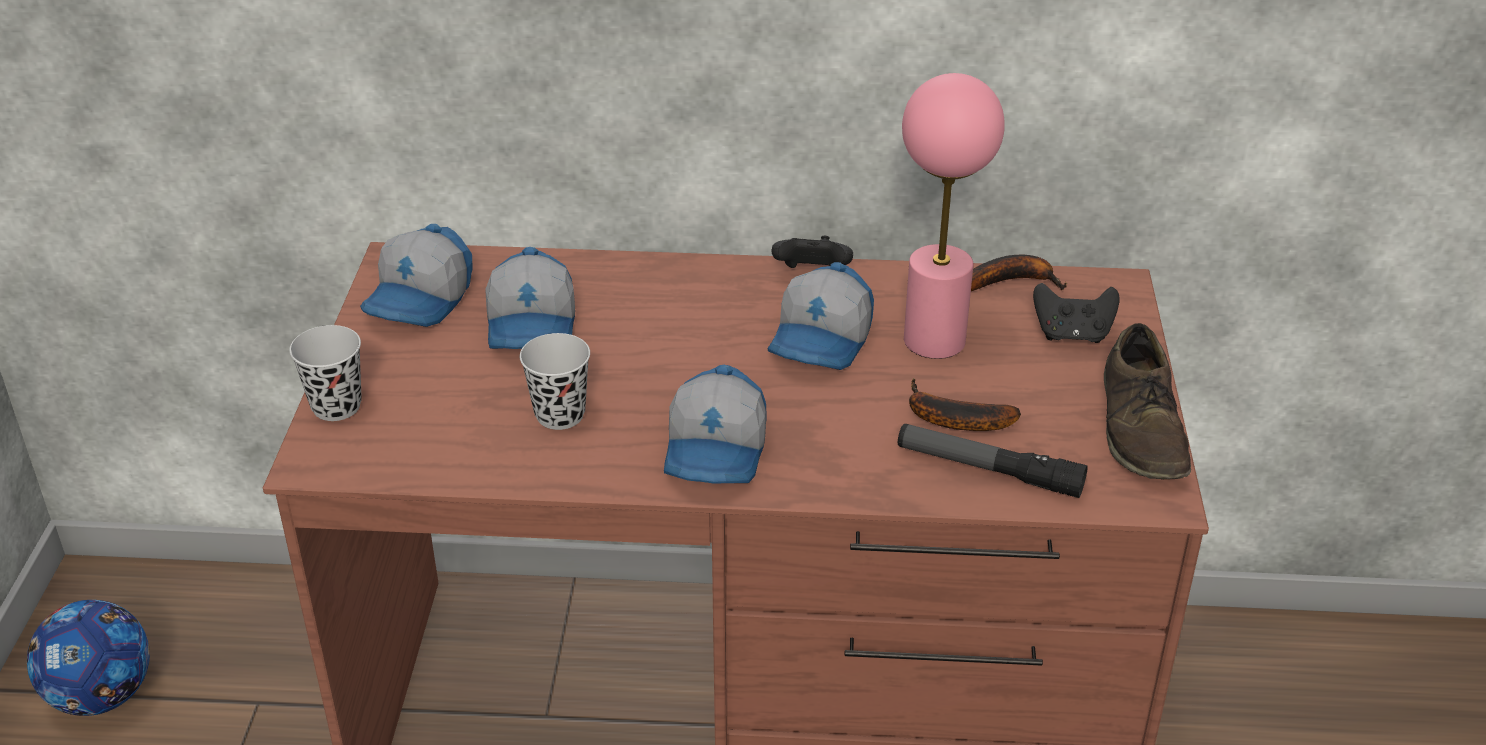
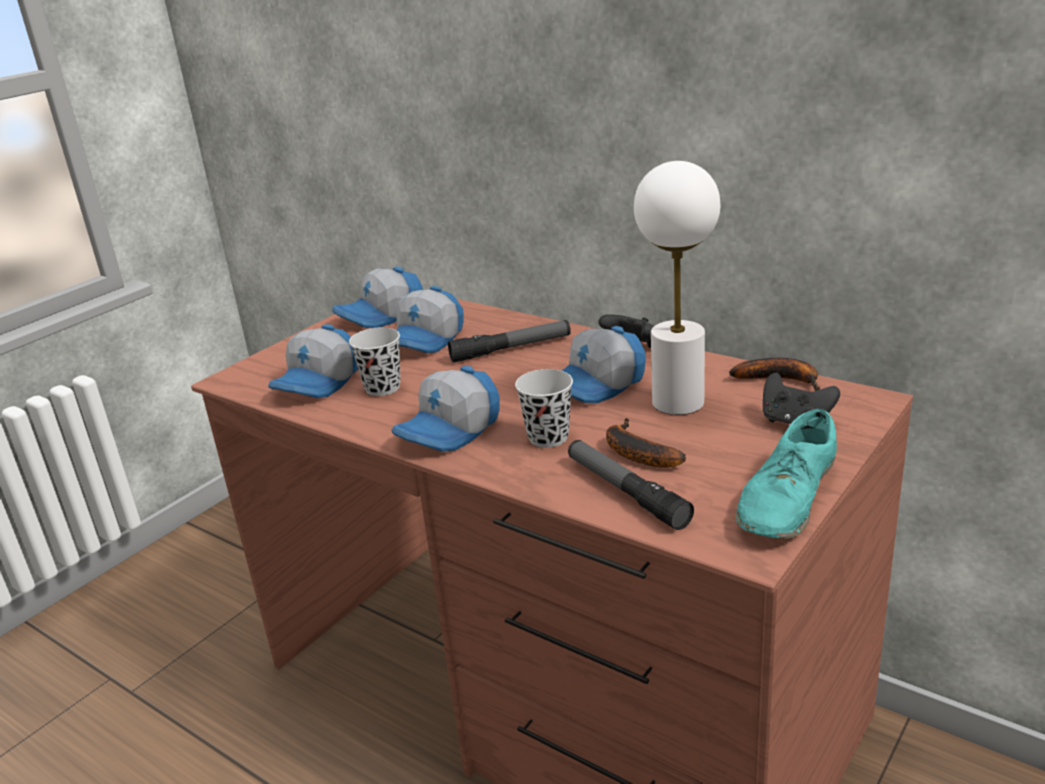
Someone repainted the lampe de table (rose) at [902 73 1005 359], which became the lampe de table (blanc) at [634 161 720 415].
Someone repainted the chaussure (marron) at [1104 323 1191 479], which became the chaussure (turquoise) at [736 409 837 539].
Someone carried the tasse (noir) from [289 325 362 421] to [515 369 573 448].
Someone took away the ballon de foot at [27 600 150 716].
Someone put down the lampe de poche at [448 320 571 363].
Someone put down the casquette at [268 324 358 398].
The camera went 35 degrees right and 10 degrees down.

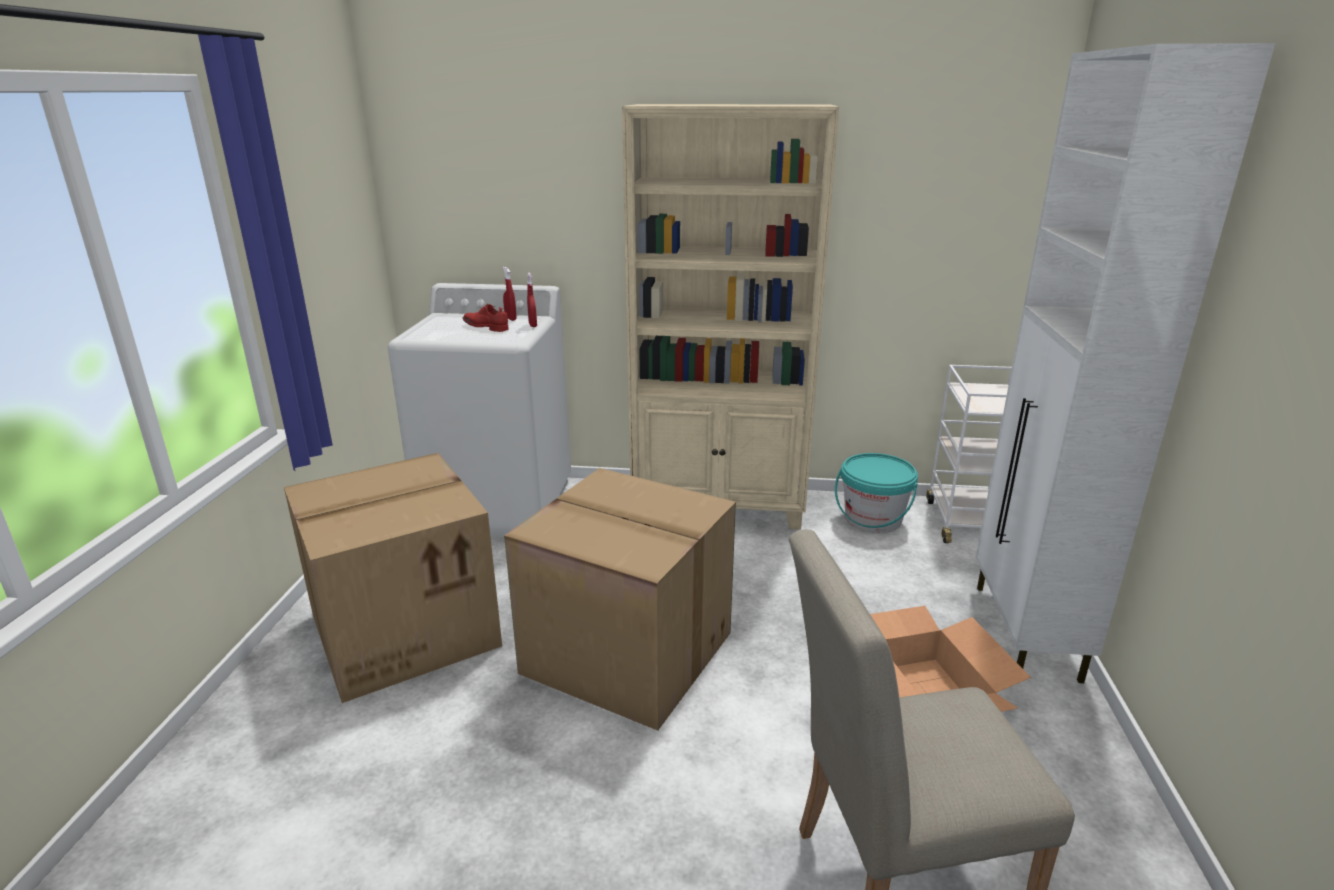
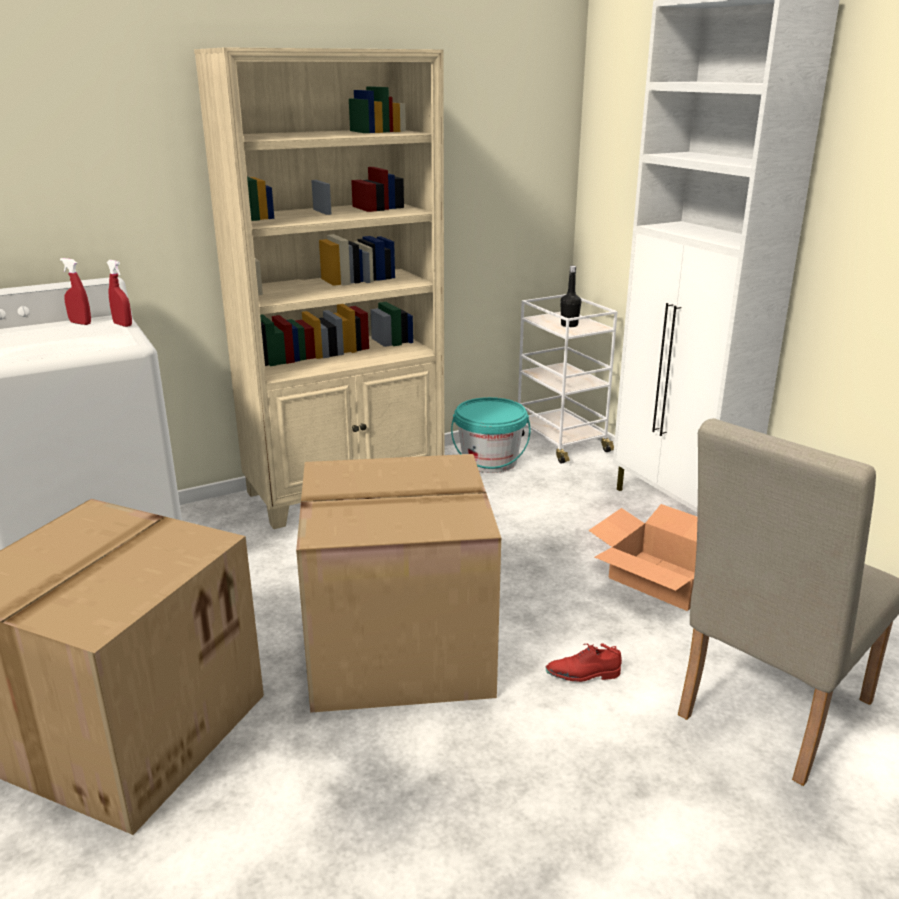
Someone carried the chaussure (rouge) from [463 304 509 332] to [546 643 622 682].
Someone put down the bouteille (noir) at [560 266 581 327].
The camera went 35 degrees left and 0 degrees up.

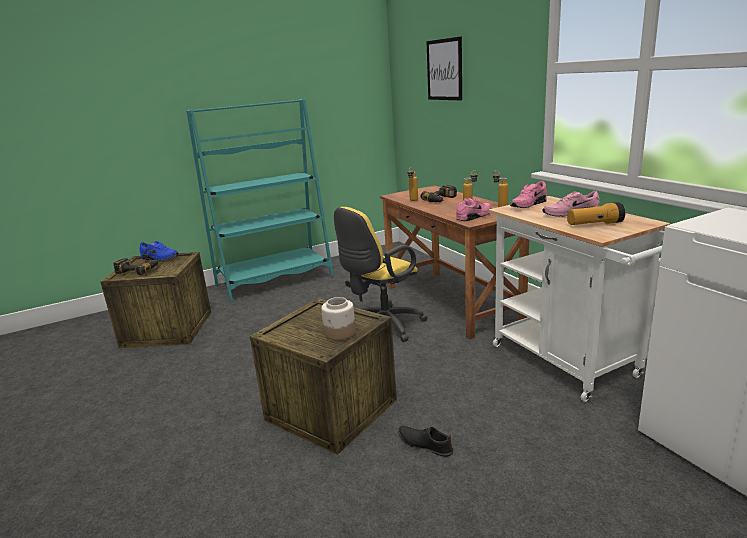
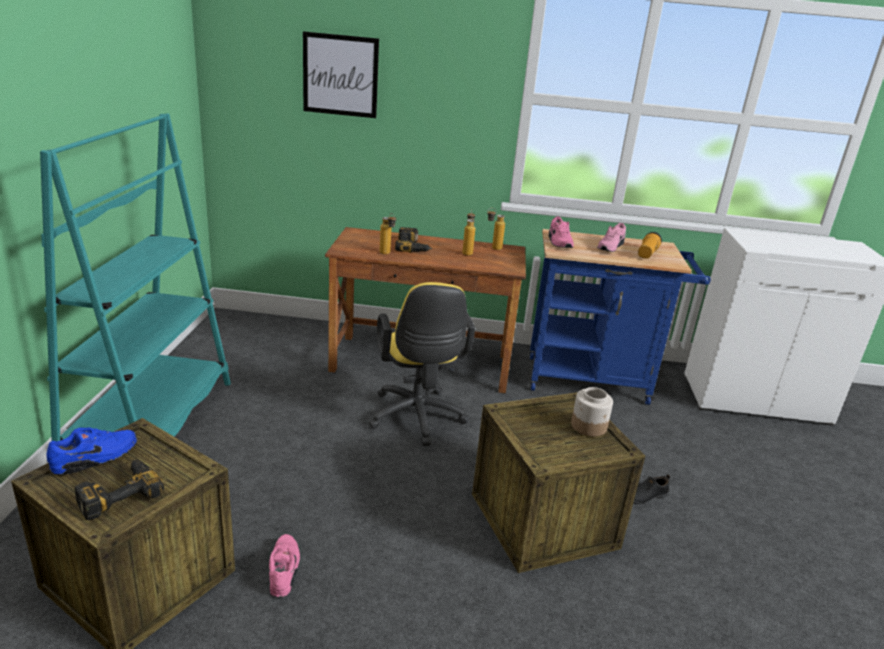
Someone repainted the chariot (blanc) at [488 196 671 402], which became the chariot (bleu) at [529 229 711 405].
Someone carried the chaussure (rose) from [456 198 492 221] to [269 534 300 597].
The camera went 60 degrees left and 5 degrees up.

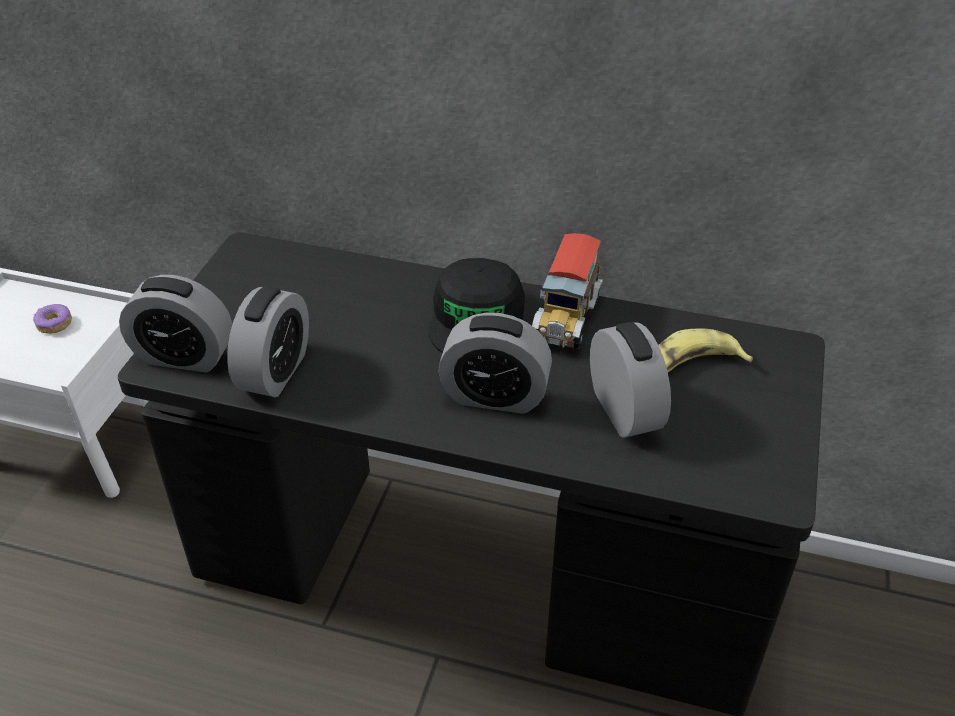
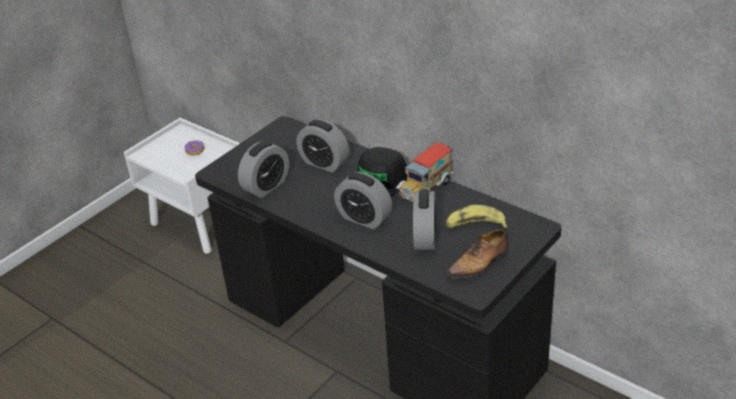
Someone carried the réveil from [119 275 233 373] to [296 119 349 172].
Someone put down the chaussure at [447 229 508 278].
The camera went 25 degrees right and 5 degrees down.

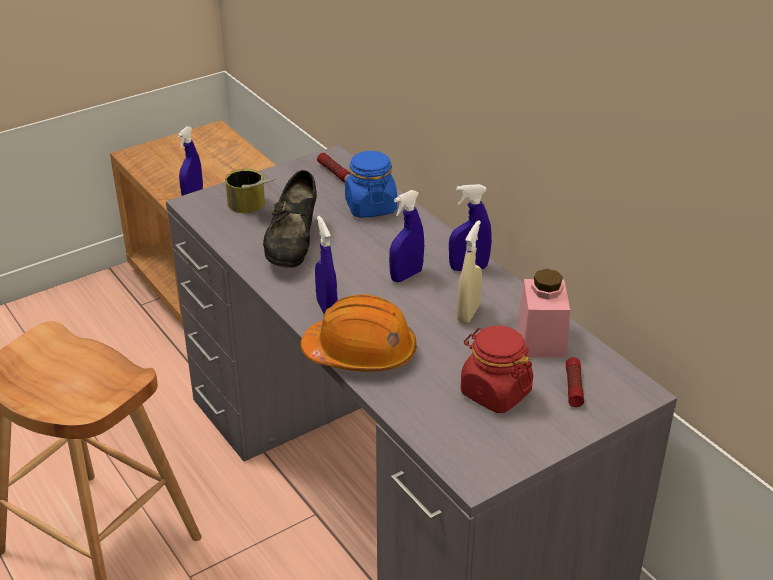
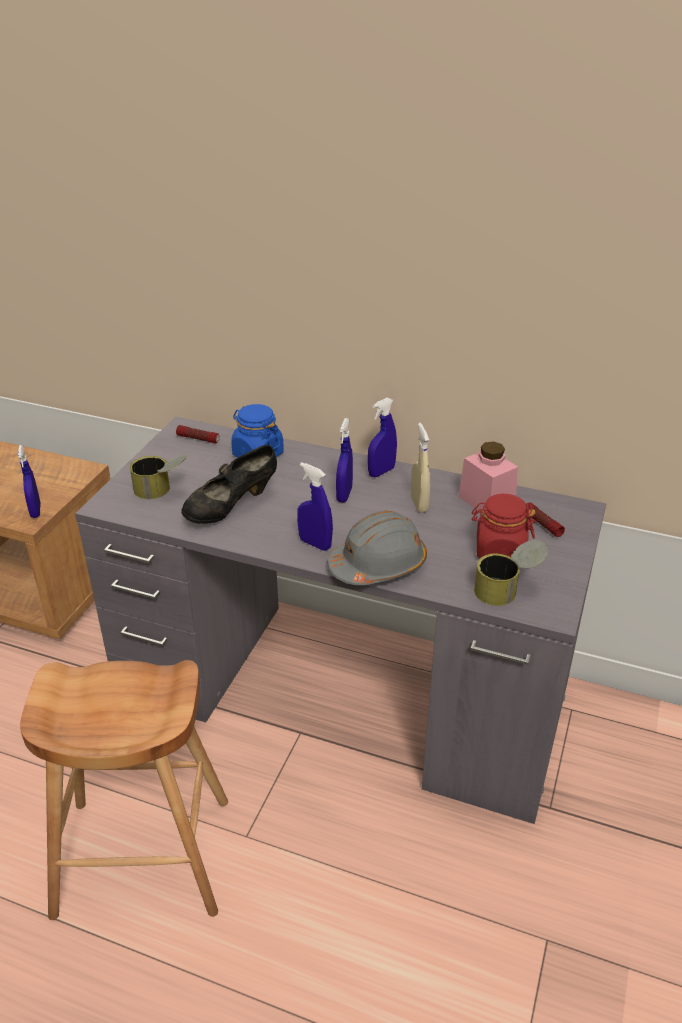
Someone rotated the chaussure (noir) at [263 170 317 268] by 75 degrees clockwise.
Someone repainted the casque de chantier (orange) at [301 294 417 371], which became the casque de chantier (gris) at [328 511 427 585].
Someone put down the boîte métallique at [474 540 548 606].
The camera went 35 degrees left and 0 degrees up.

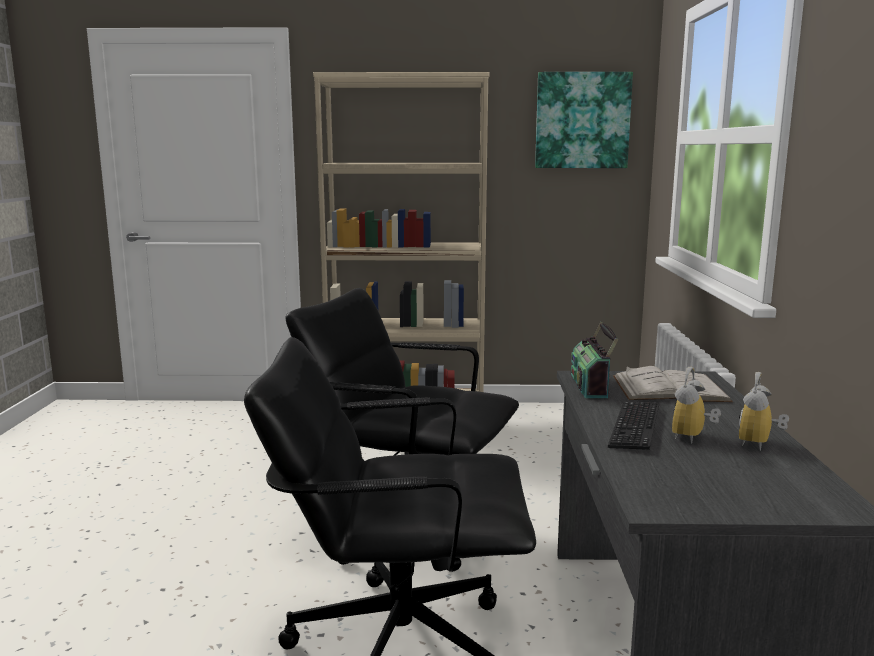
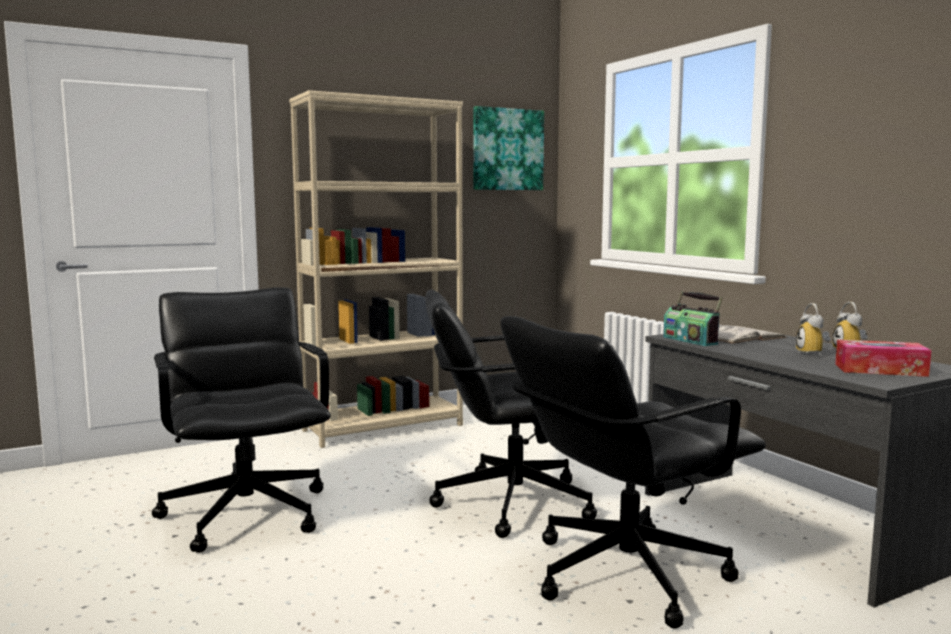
Someone took away the clavier at [608 402 659 450].
Someone put down the chaise de bureau (noir) at [152 287 331 553].
Someone put down the boîte à mouchoirs at [835 340 931 377].
The camera went 30 degrees left and 5 degrees down.

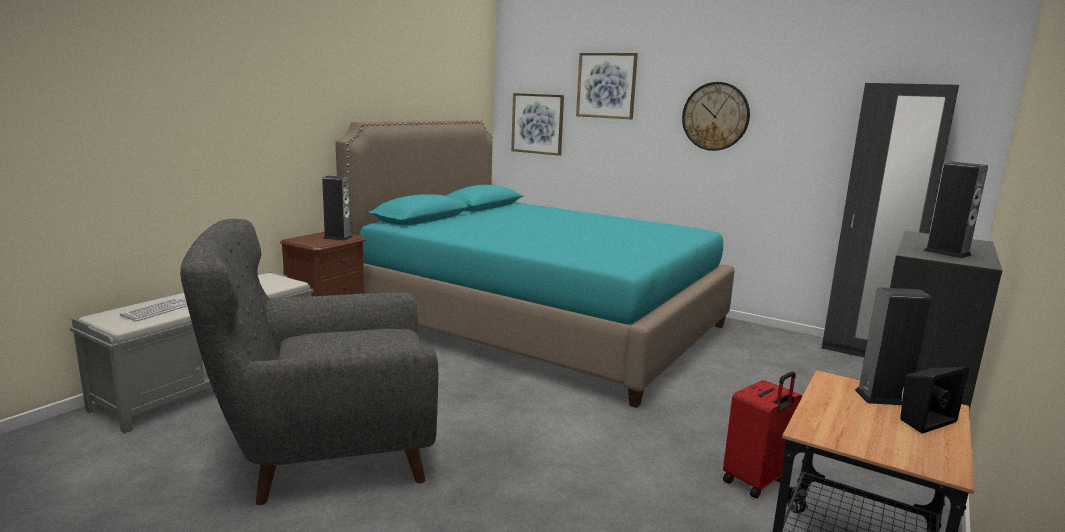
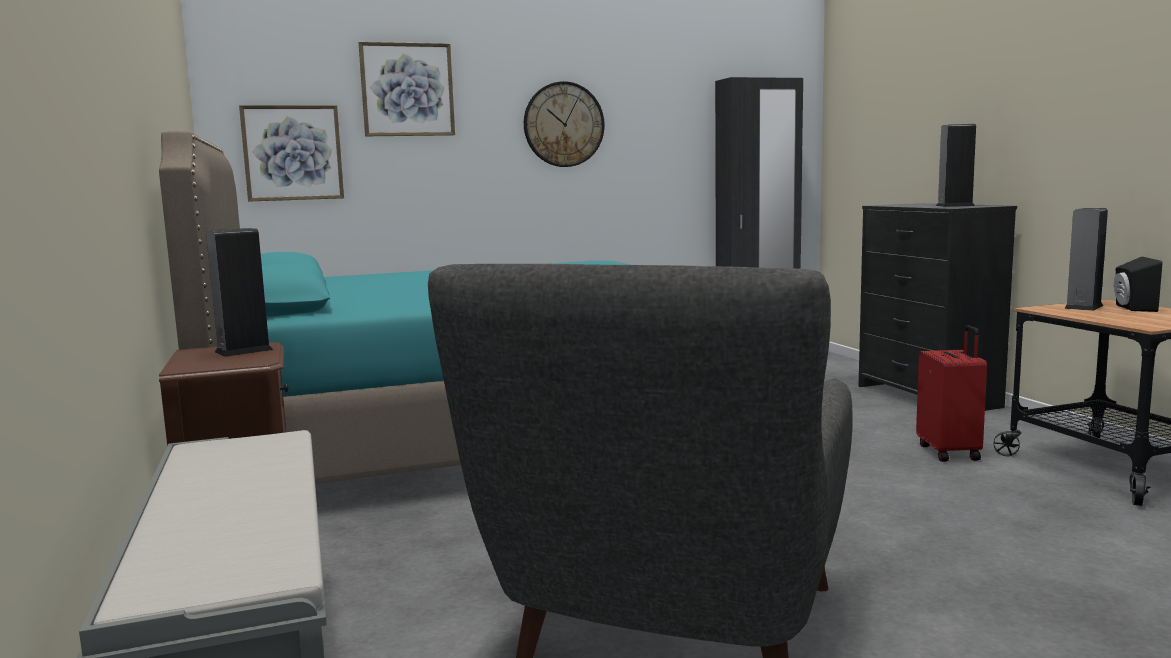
Someone took away the clavier at [120 295 187 321].
The camera went 50 degrees left and 5 degrees down.

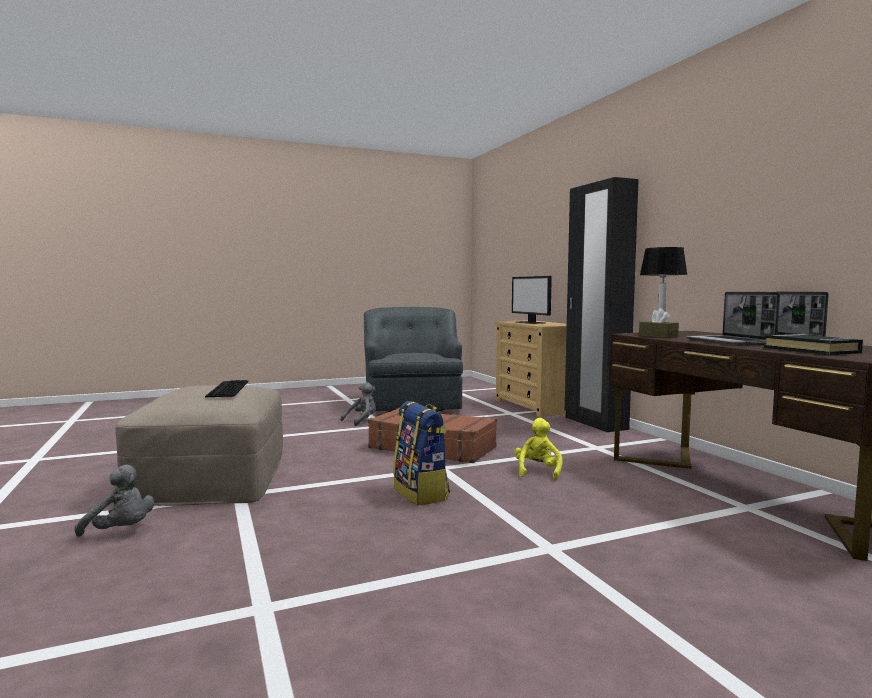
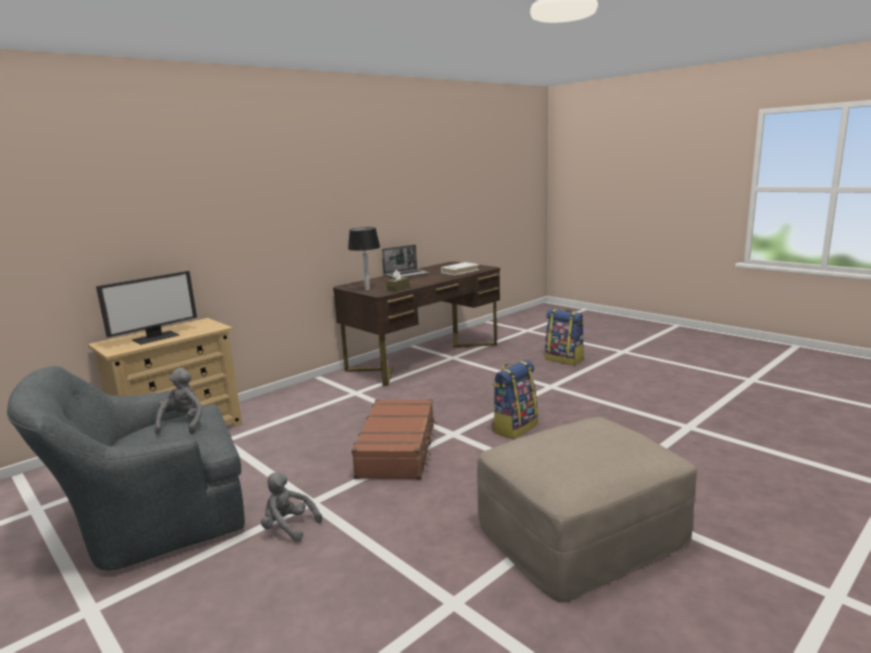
Someone took away the armoire (noir) at [565 177 639 432].
Someone took away the ordinateur portable at [685 292 780 345].
Someone repainted the livre (noir) at [764 334 863 355], which became the livre (blanc) at [441 262 479 275].
Someone took away the clavier at [205 380 249 397].
Someone took away the peluche (jaune) at [514 418 562 481].
Someone carried the peluche (gris) from [75 465 154 537] to [155 368 203 434].
Someone put down the sac à dos at [545 309 584 365].
The camera went 110 degrees left and 10 degrees up.

